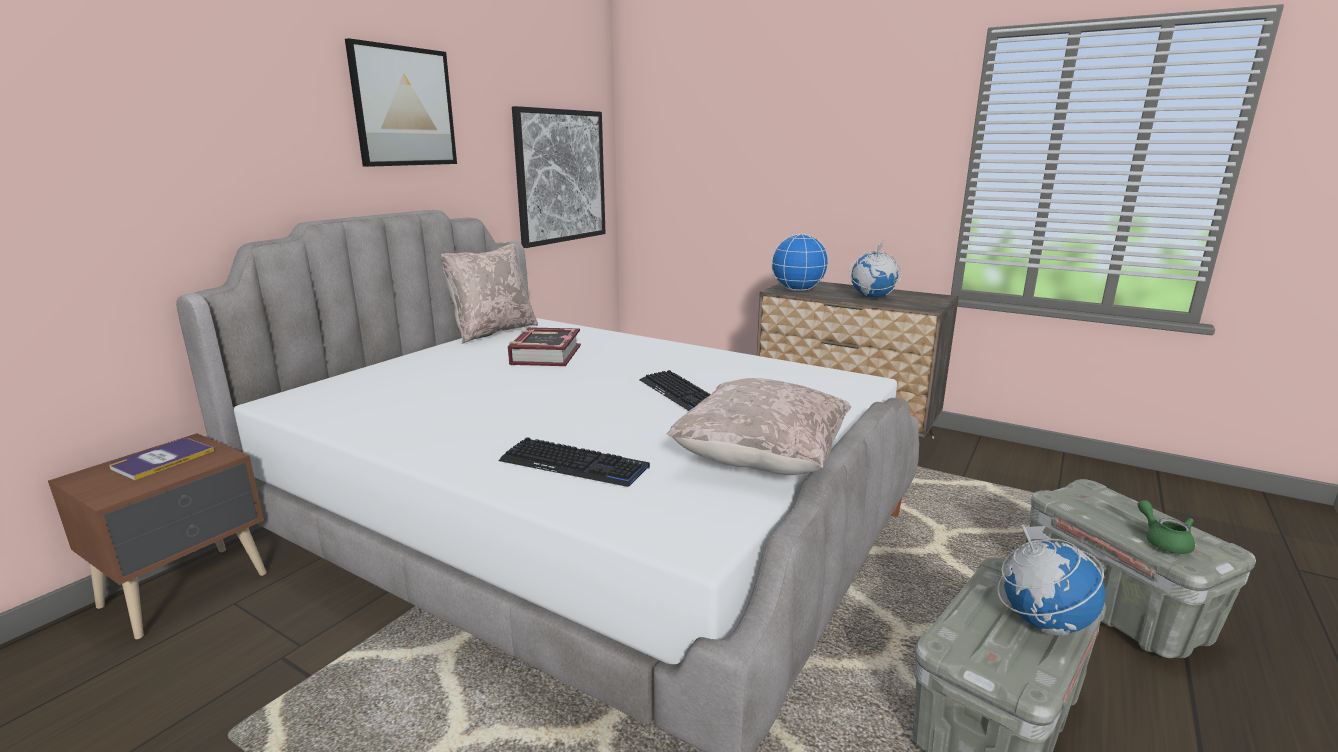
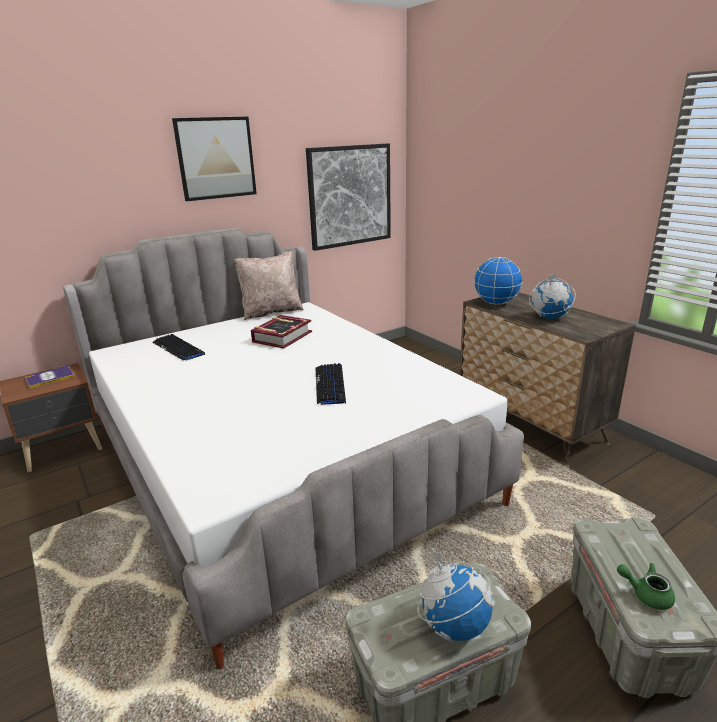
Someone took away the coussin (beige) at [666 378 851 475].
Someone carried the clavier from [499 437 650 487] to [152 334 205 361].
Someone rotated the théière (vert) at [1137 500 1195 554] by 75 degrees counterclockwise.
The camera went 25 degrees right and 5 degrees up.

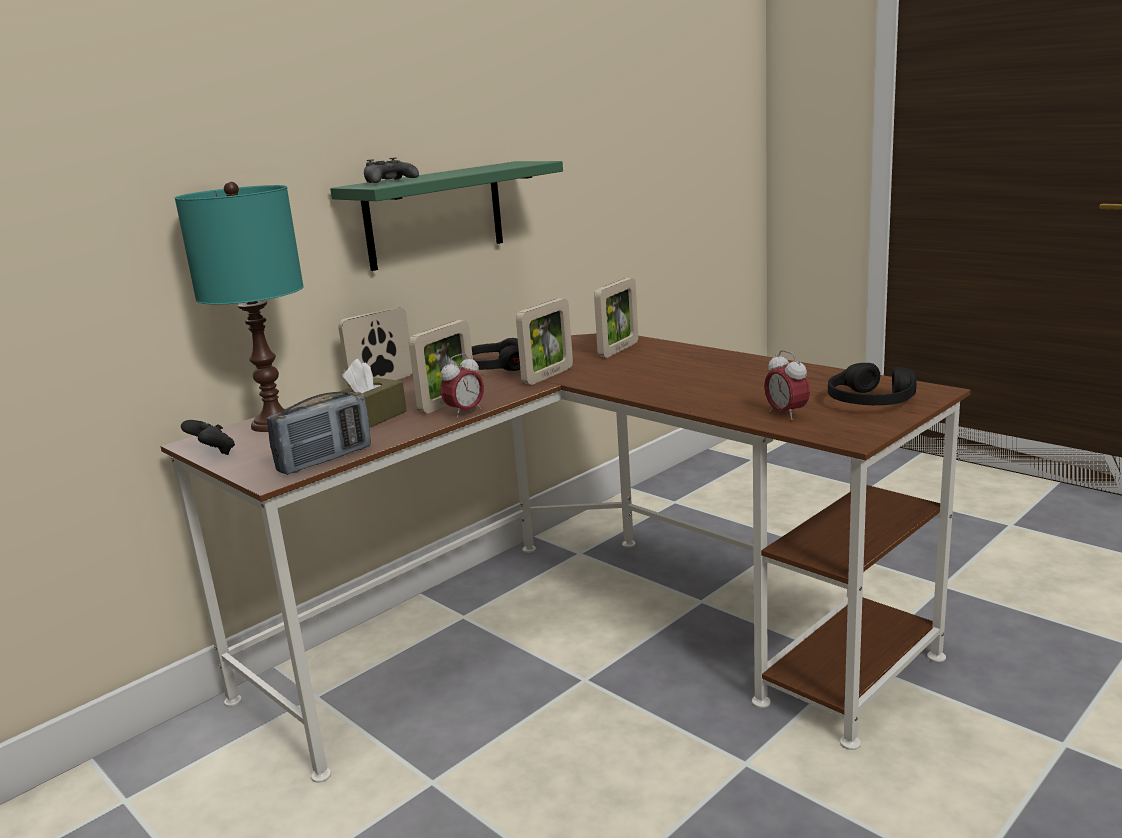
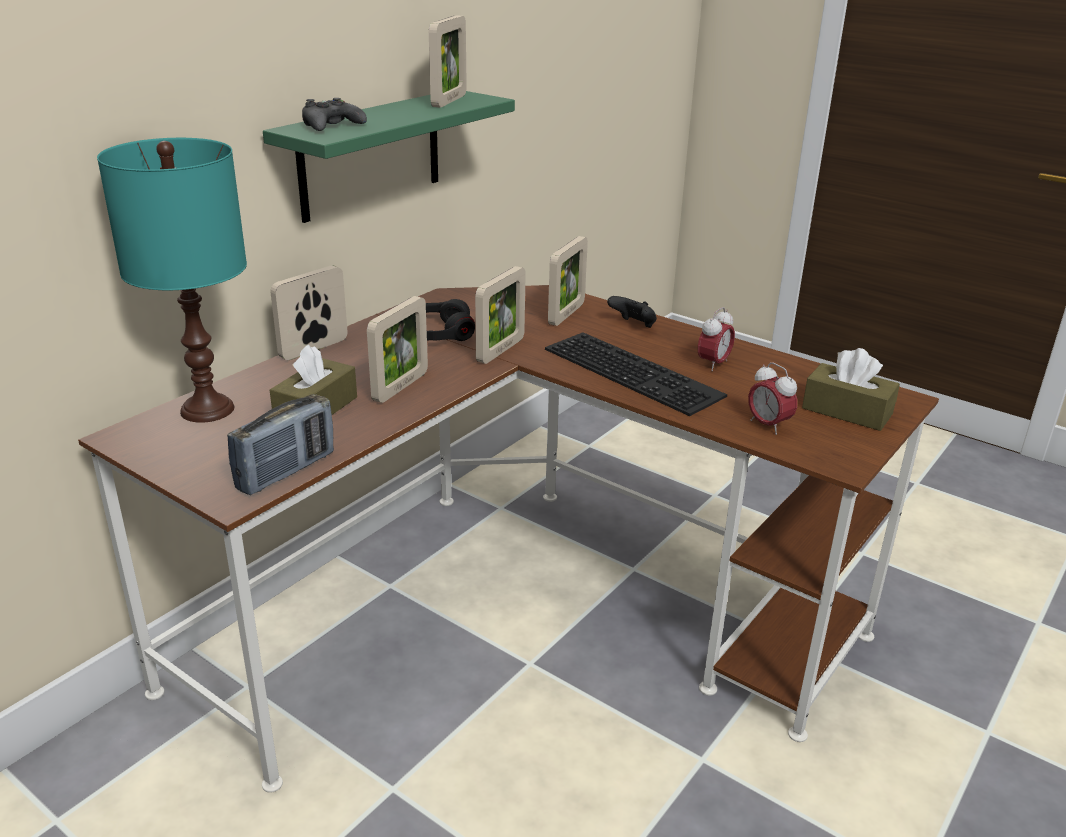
Someone carried the réveil from [440 353 484 418] to [698 307 735 371].
Someone swapped the casque audio (noir) at [828 363 917 405] for the boîte à mouchoirs (marron) at [802 348 900 431].
Someone carried the manette (noir) from [181 420 235 455] to [607 296 657 328].
Someone put down the cadre photo at [429 15 467 108].
Someone put down the clavier at [545 332 727 416].
The camera went 10 degrees left and 10 degrees up.

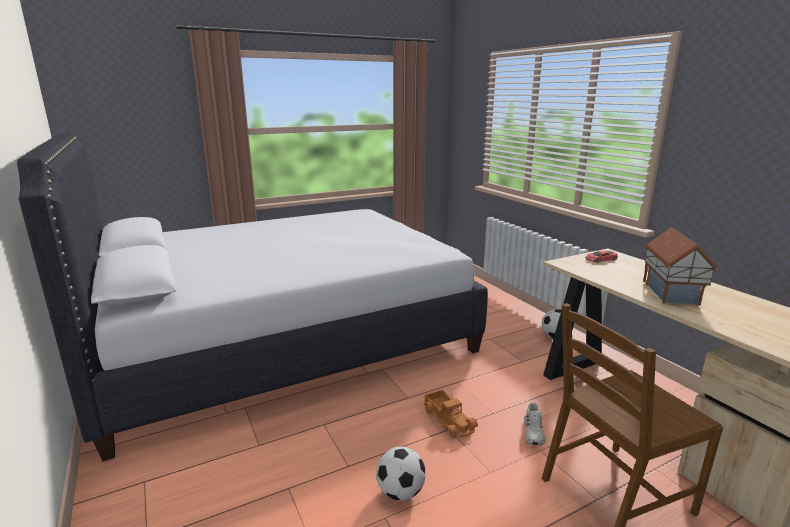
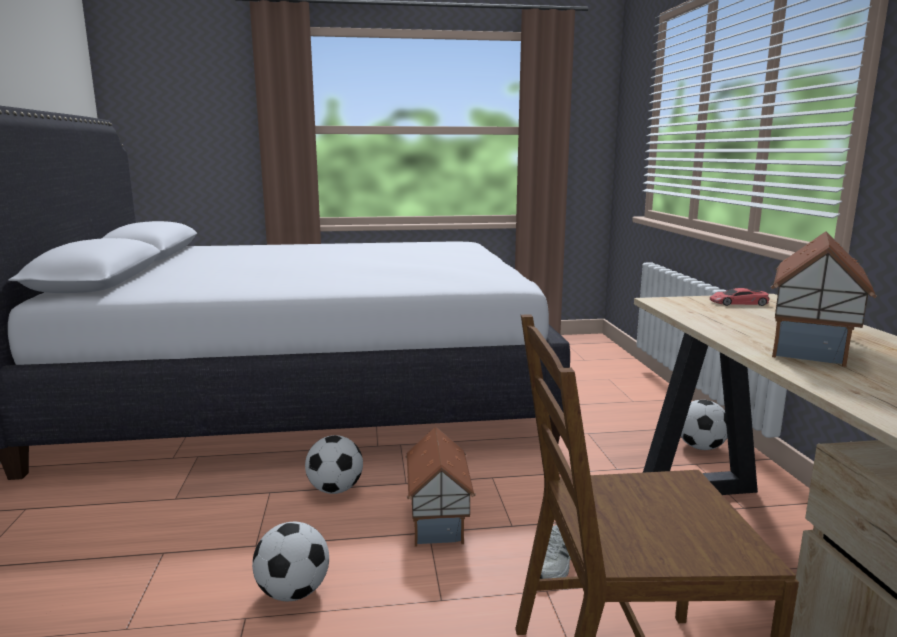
Someone swapped the camion jouet at [423 390 478 438] for the maison miniature at [405 426 476 546].
Someone put down the ballon de foot at [305 435 363 494].
The camera went 20 degrees right and 5 degrees down.

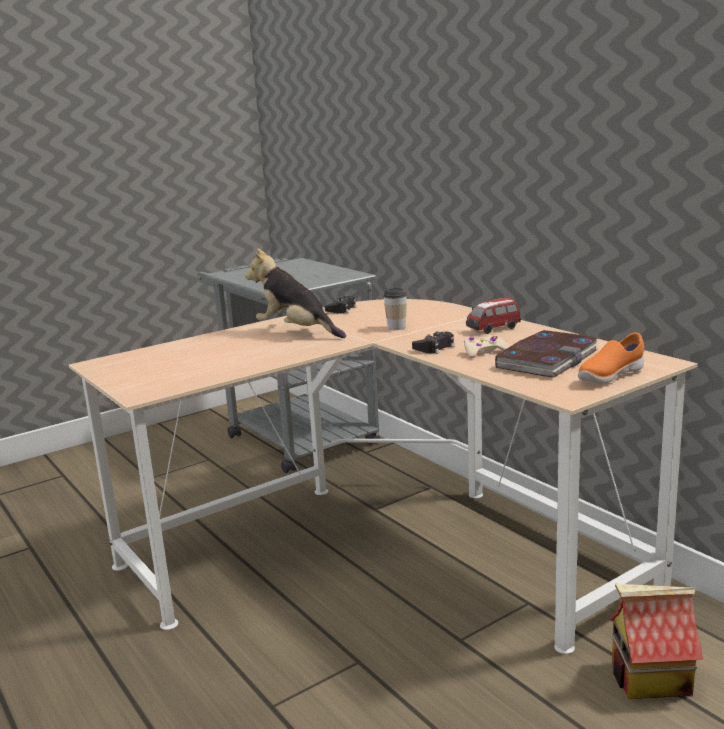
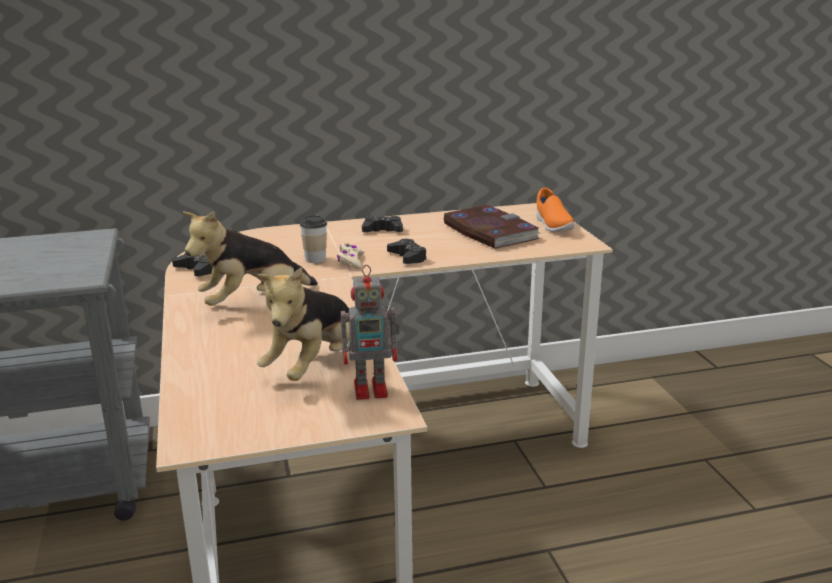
Someone swapped the petite voiture at [466 298 521 334] for the manette (noir) at [362 216 403 232].
Someone carried the manette (beige) from [464 335 509 358] to [337 243 365 269].
Someone took away the maison miniature at [610 584 703 699].
Someone put down the robot jouet at [341 265 400 400].
Someone put down the peluche at [257 267 350 381].
The camera went 70 degrees left and 5 degrees up.

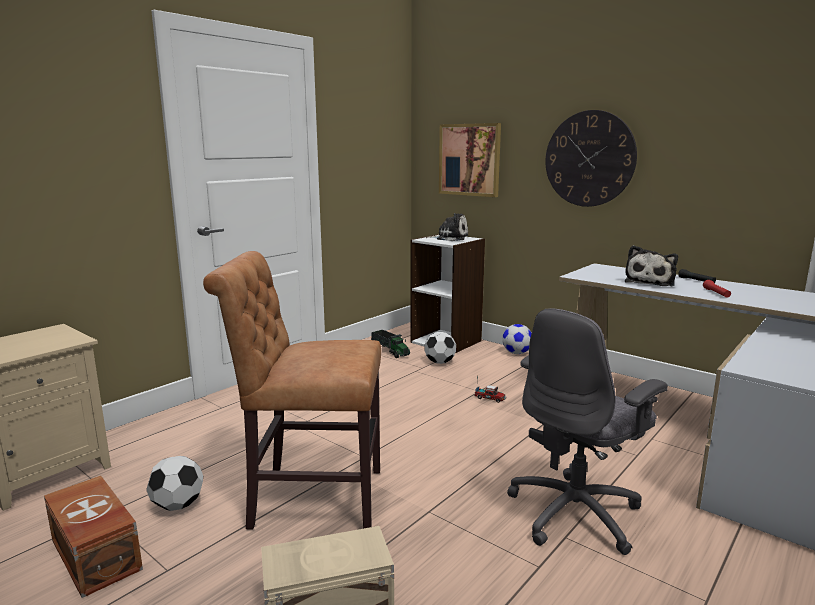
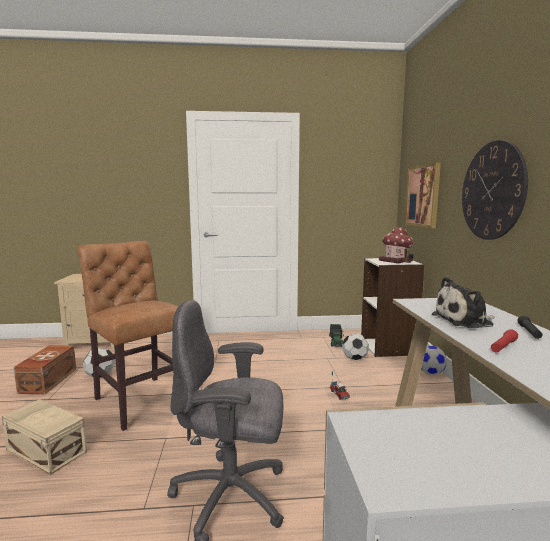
Someone swapped the peluche at [426 213 468 241] for the maison miniature at [379 227 414 263].
The camera went 45 degrees right and 5 degrees down.

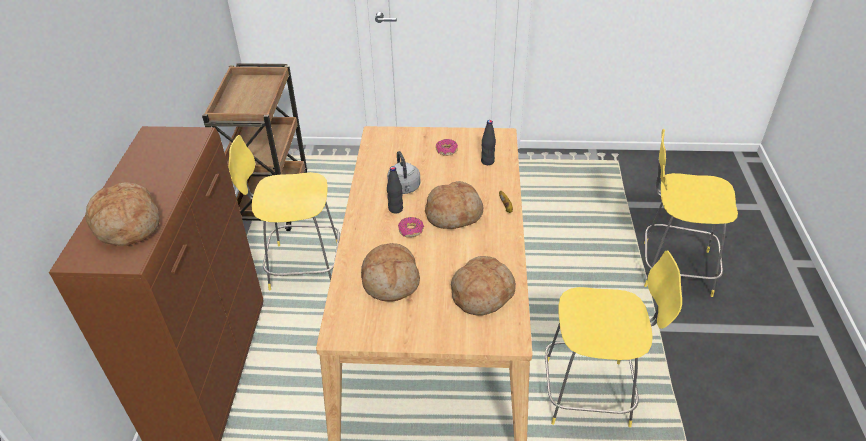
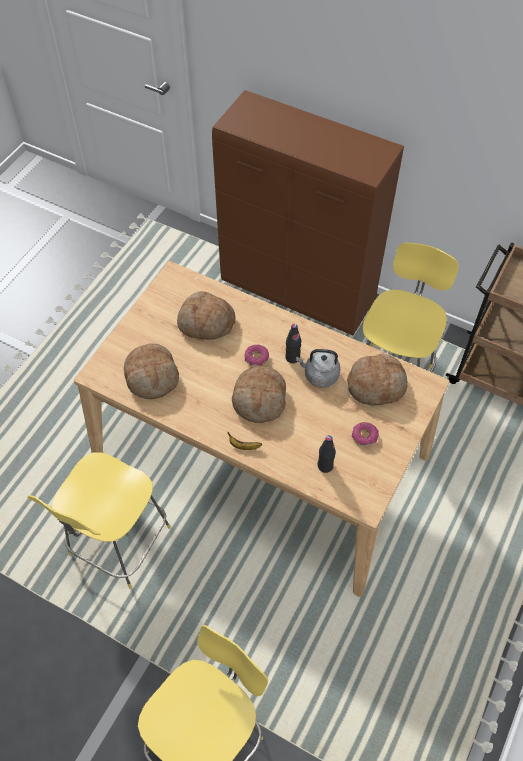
Someone carried the pain from [85 182 160 246] to [347 354 408 406].
The camera went 115 degrees right and 15 degrees up.

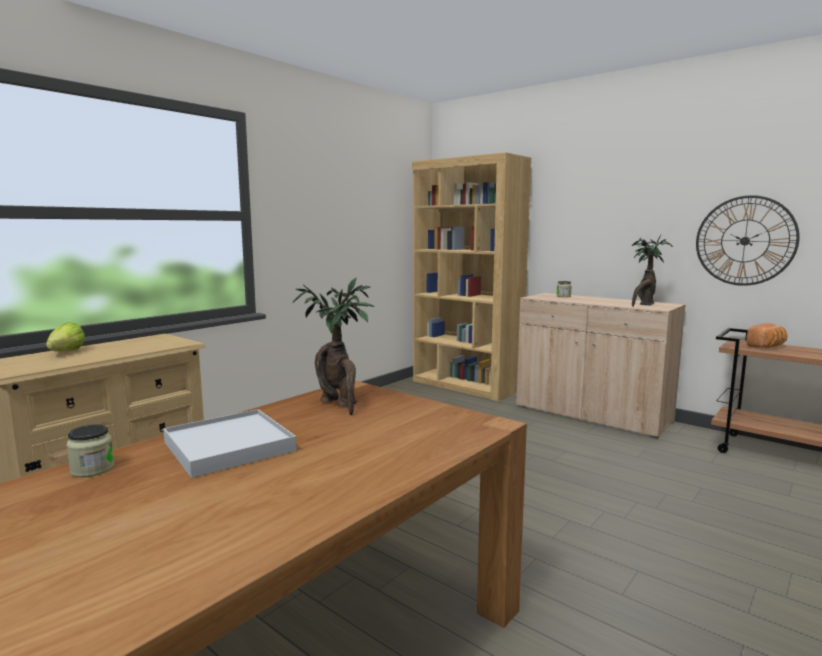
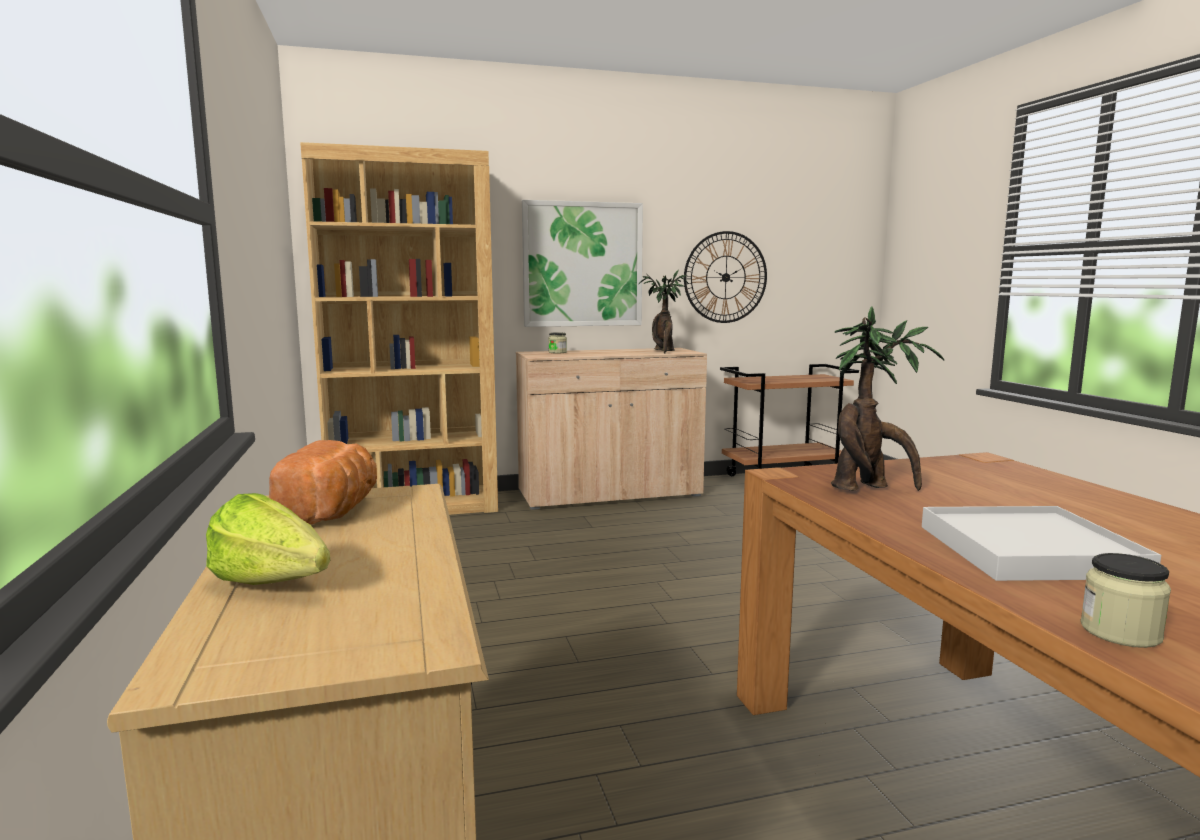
Someone carried the pain from [746 323 788 348] to [269 440 377 524].
Someone put up the tableau at [522 200 643 327].
The camera went 55 degrees left and 0 degrees up.

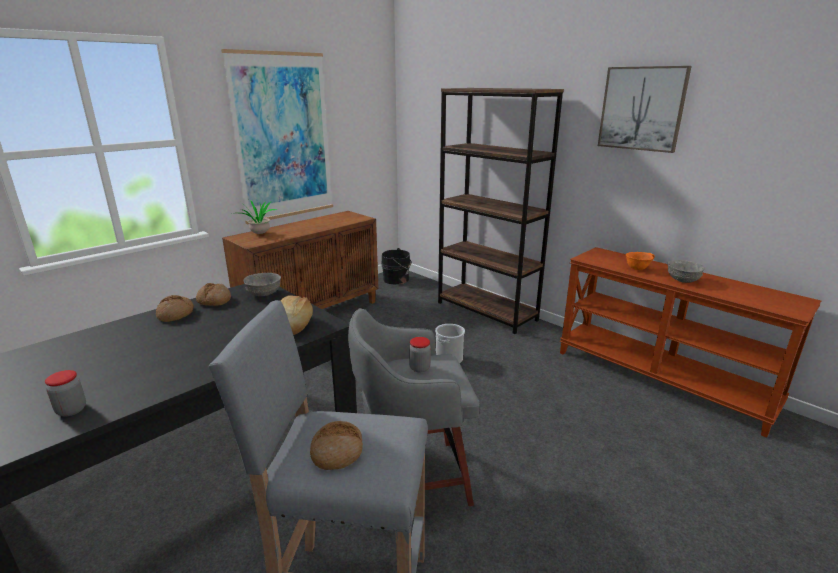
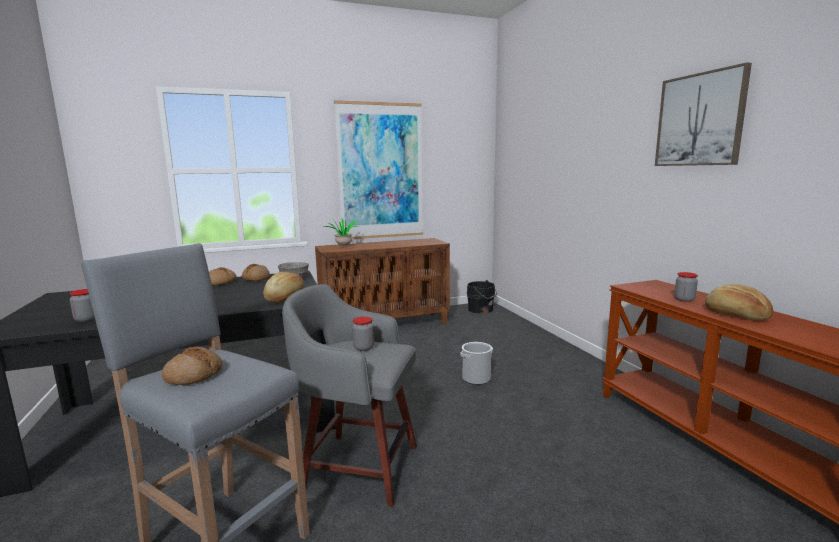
Someone took away the bibliothèque (marron) at [438 88 564 334].
Someone swapped the bol (orange) at [626 252 655 270] for the bocal at [674 272 698 302].
Someone swapped the bol (gris) at [667 260 705 283] for the pain at [705 284 773 321].
The camera went 25 degrees right and 10 degrees down.

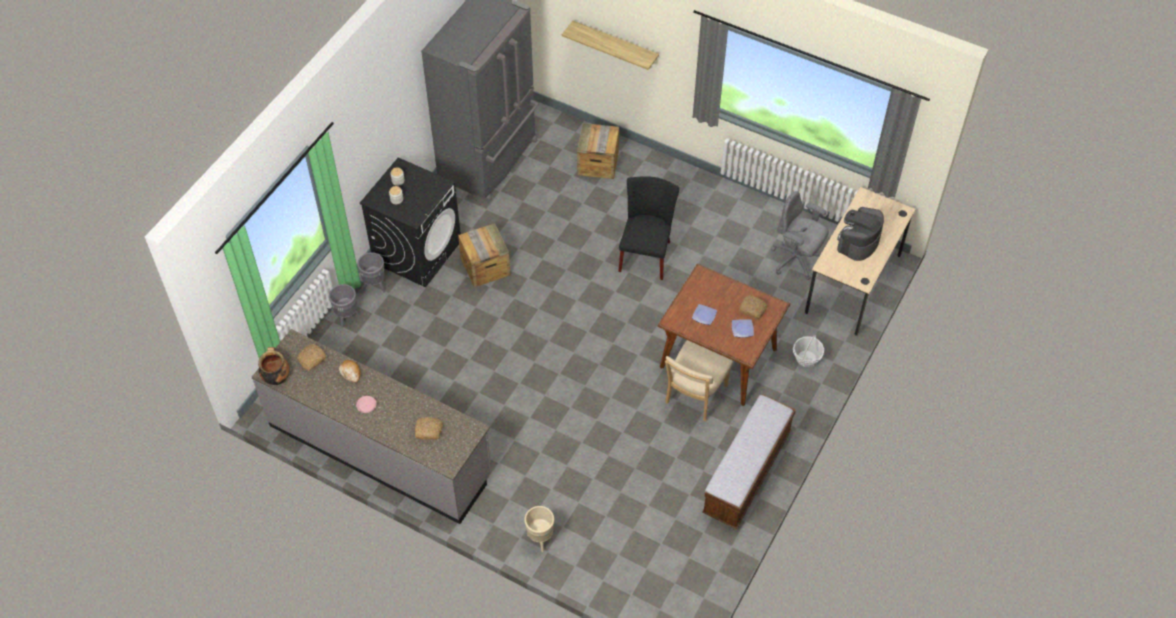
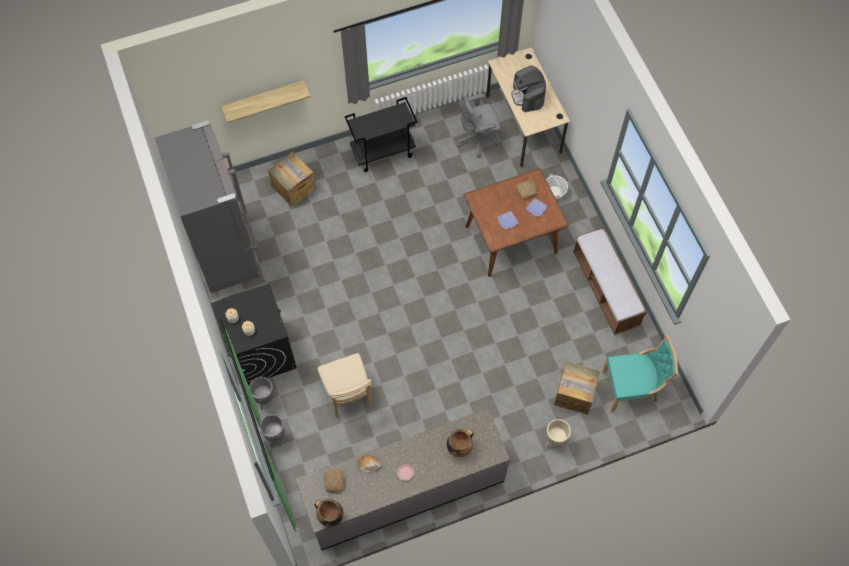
Someone took away the chaise (noir) at [618 176 679 280].
Someone carried the caisse from [458 223 511 287] to [554 361 600 415].
Someone carried the chaise (beige) from [665 340 733 421] to [318 353 372 417].
Someone swapped the pain at [415 417 443 439] for the marmite at [447 429 474 457].
Someone put down the chariot (noir) at [345 97 418 172].
Someone put down the chaise (turquoise) at [601 336 678 413].
The camera went 50 degrees left and 10 degrees up.

